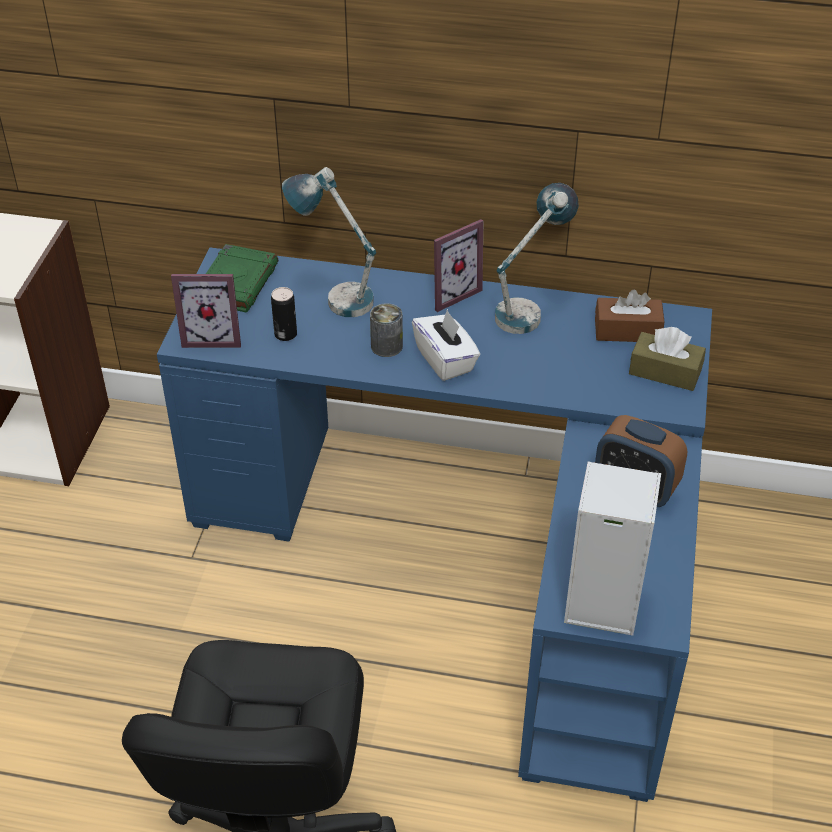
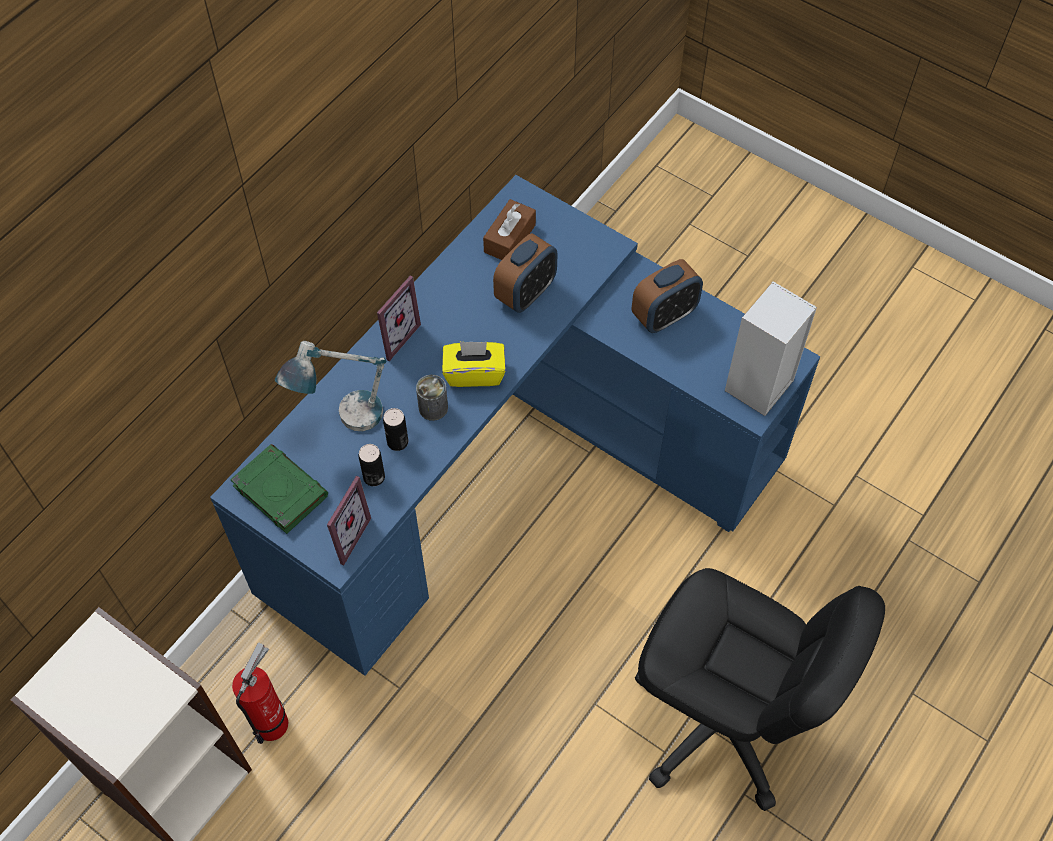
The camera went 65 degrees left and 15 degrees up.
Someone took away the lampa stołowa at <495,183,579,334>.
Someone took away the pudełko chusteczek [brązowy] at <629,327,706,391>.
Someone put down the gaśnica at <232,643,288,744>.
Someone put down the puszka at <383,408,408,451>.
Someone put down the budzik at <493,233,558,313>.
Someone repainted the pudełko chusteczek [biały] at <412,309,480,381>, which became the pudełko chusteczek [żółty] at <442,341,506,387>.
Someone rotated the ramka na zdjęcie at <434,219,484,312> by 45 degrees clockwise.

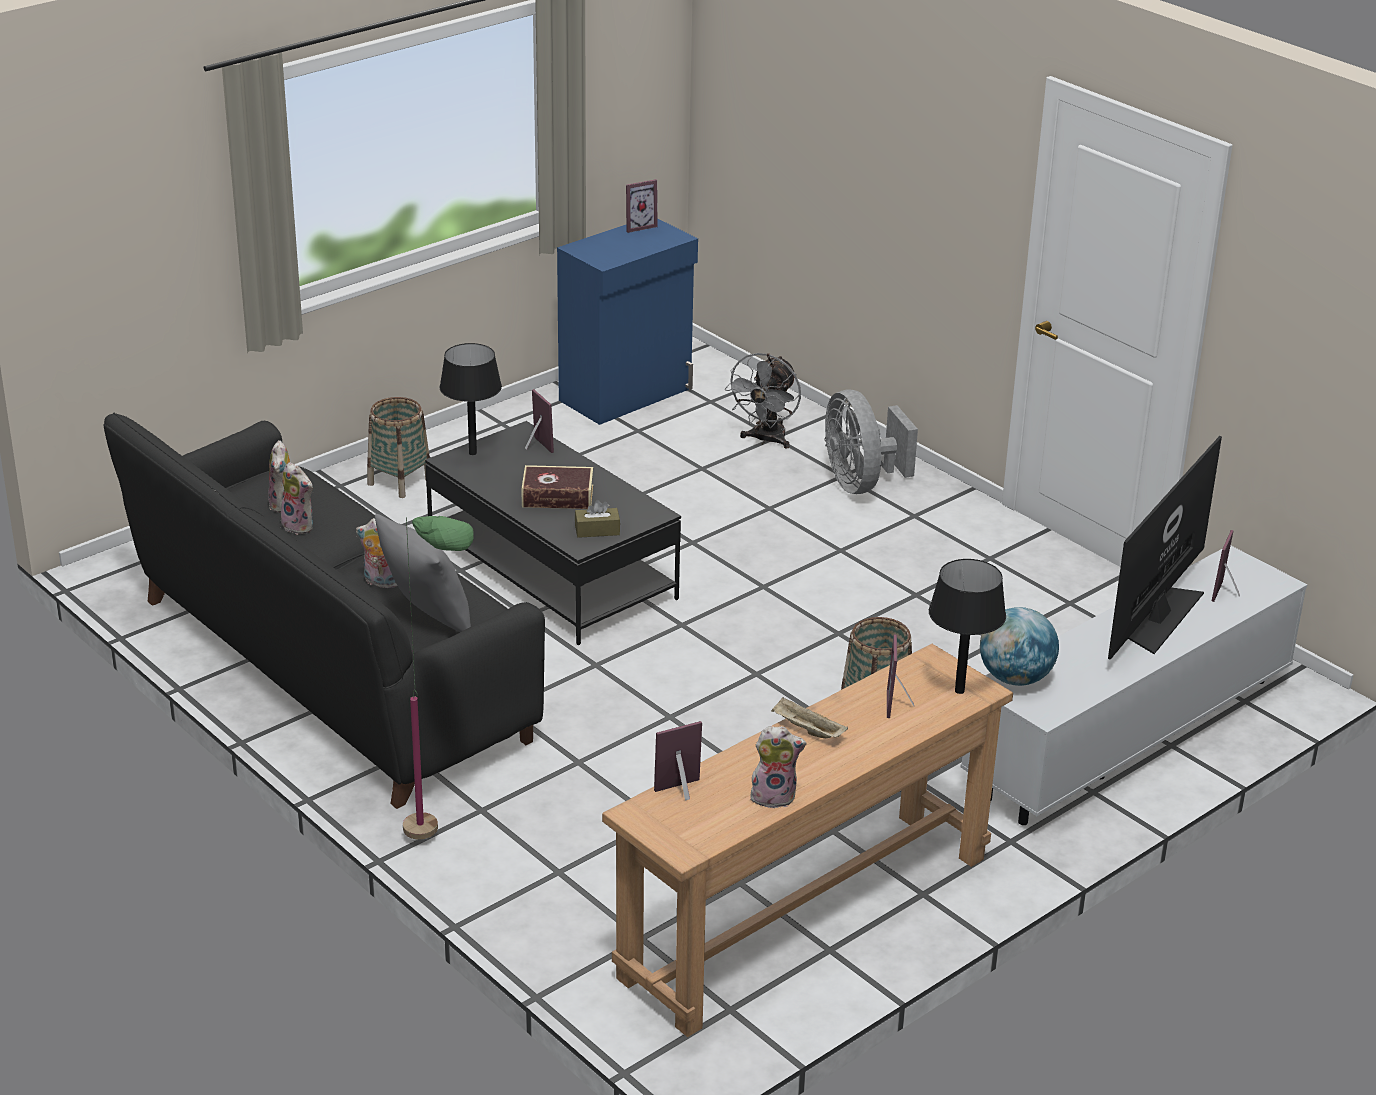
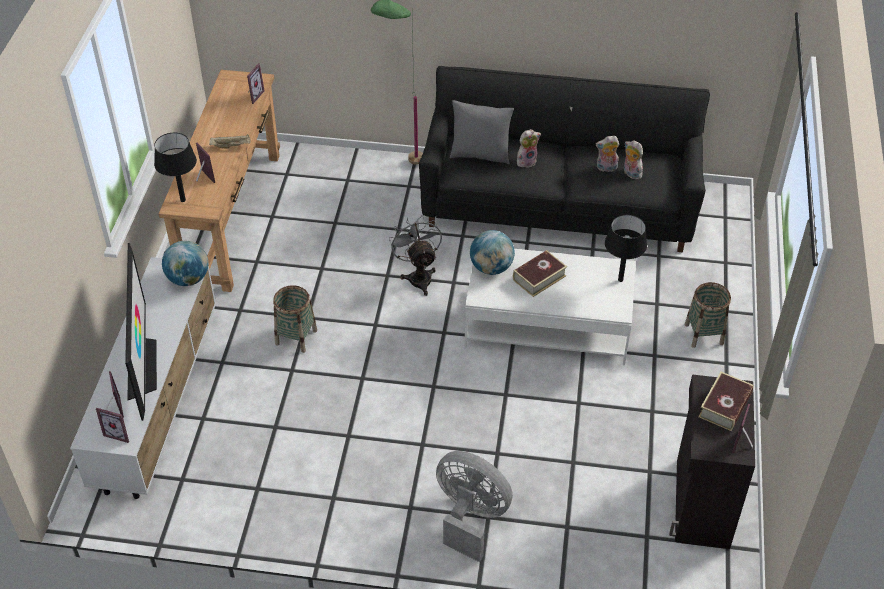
The camera went 140 degrees right and 15 degrees up.
Someone took away the pluszak at <749,726,806,808>.
Someone put down the książka at <698,372,754,431>.
Someone carried the ramka na zdjęcie from <525,389,554,453> to <96,408,129,443>.
Someone carried the wentylator [szary] from <725,353,801,449> to <389,215,442,296>.
Someone swapped the pudełko chusteczek [brązowy] at <575,500,620,538> for the globus at <470,230,515,275>.
Someone repainted the ława [czarny] at <425,421,681,645>, which became the ława [biały] at <465,249,636,365>.
Someone repainted the szafka [niebieski] at <557,218,698,425>, which became the szafka [czarny] at <669,375,755,549>.

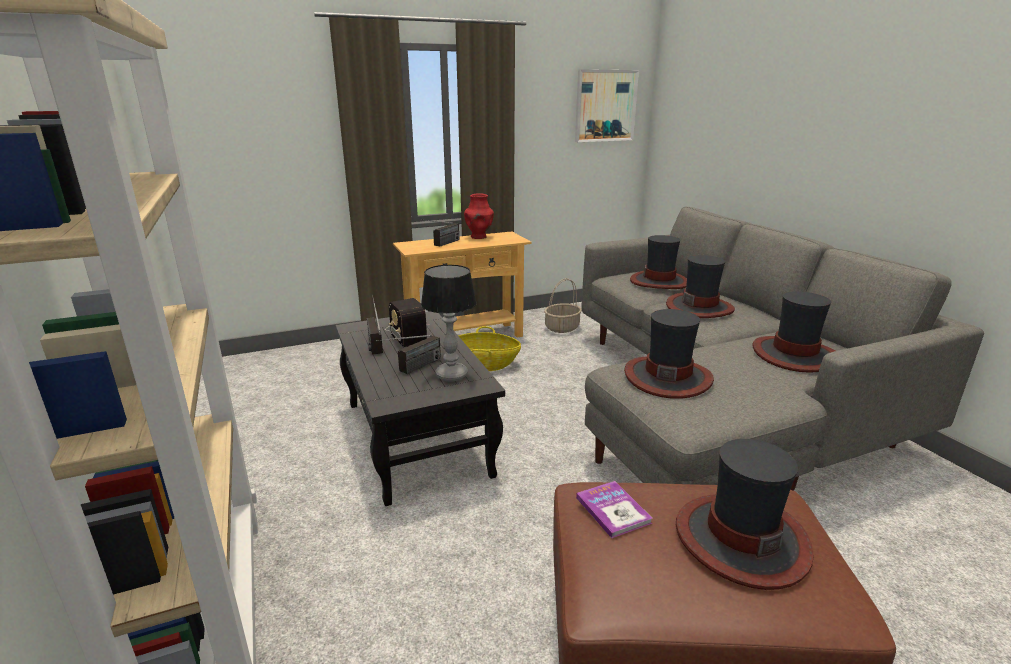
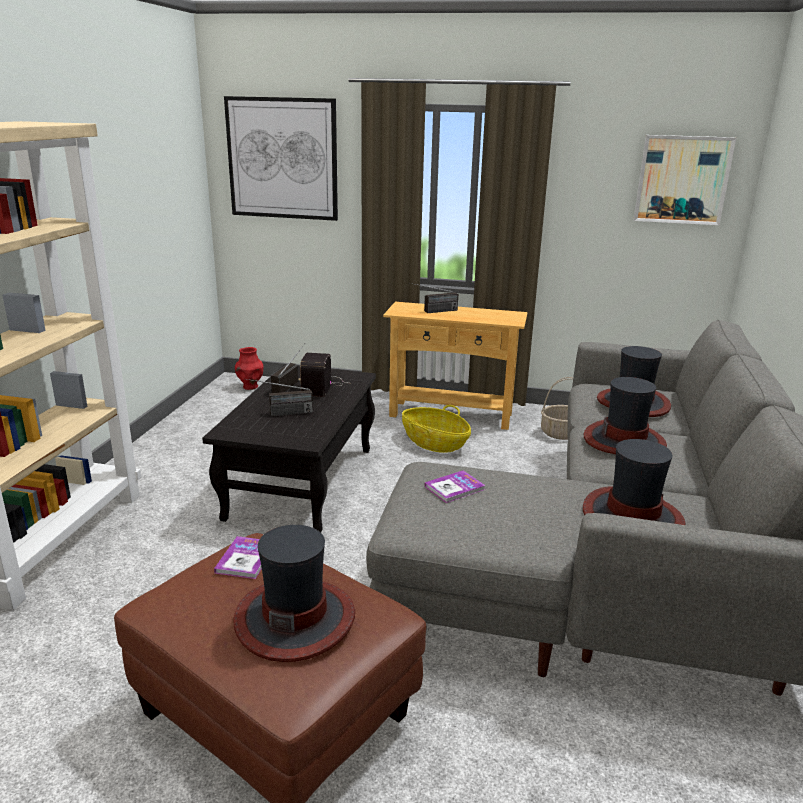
The camera went 35 degrees right and 0 degrees up.
Someone took away the lampa stołowa at <421,265,477,381>.
Someone put up the obraz at <224,96,338,221>.
Someone carried the wazon [czerwony] from <464,193,494,239> to <235,347,263,390>.
Someone swapped the kapelusz at <624,309,714,399> for the książka at <424,471,485,503>.

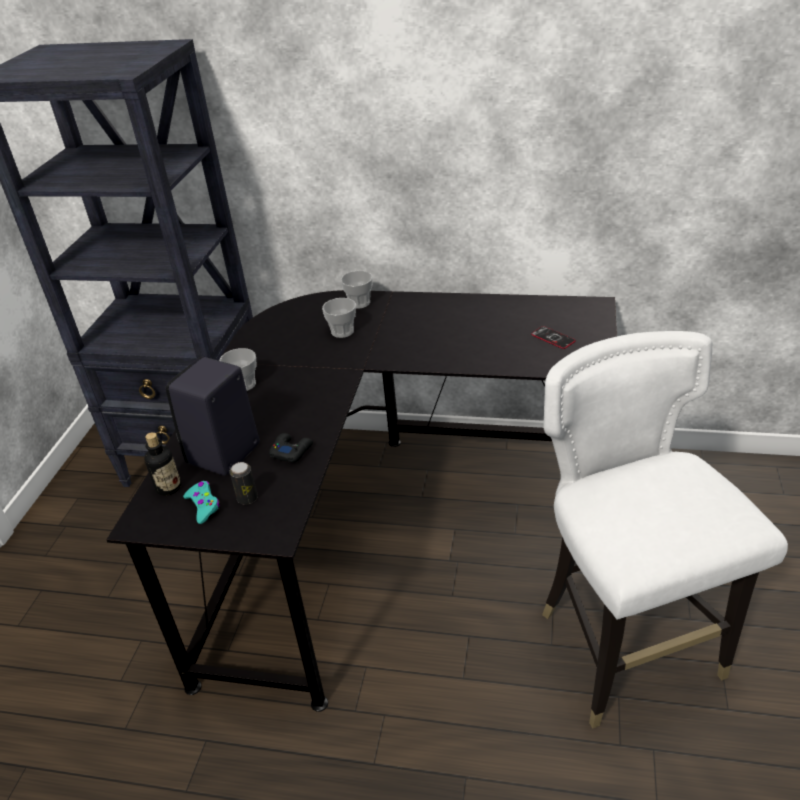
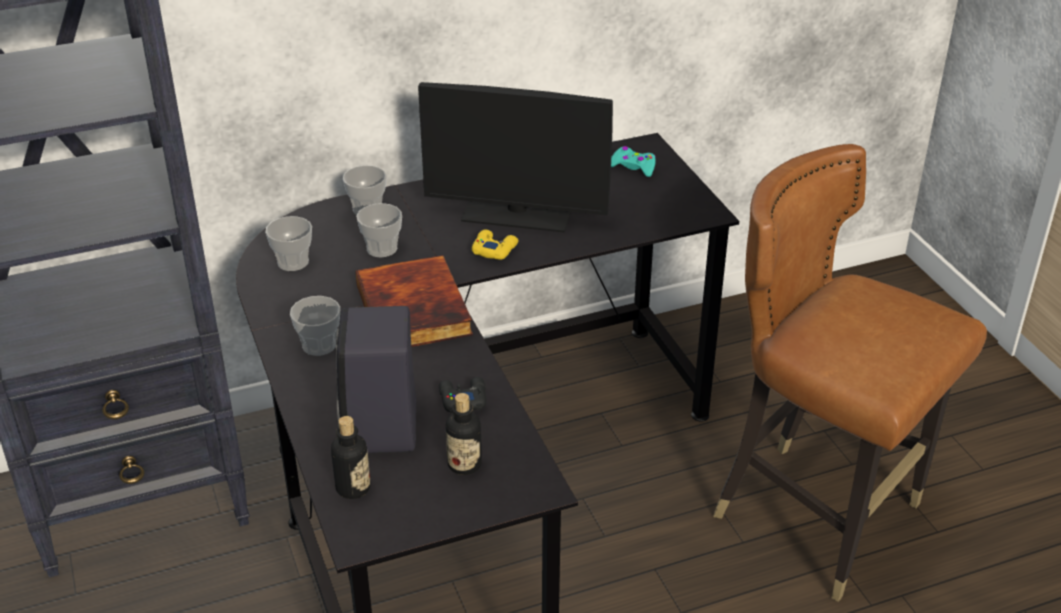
The camera went 35 degrees left and 0 degrees up.
Someone took away the telefon at <531,326,576,349>.
Someone put down the filiżanka at <265,216,312,271>.
Someone put down the książka at <355,255,473,347>.
Someone put down the monitor at <418,82,613,233>.
Someone put down the pad do gier [żółty] at <472,230,518,260>.
Someone carried the pad do gier [turkusowy] from <183,481,220,524> to <611,146,656,177>.
Someone swapped the puszka at <229,462,258,505> for the butelka at <446,393,482,475>.
Someone repainted the krzesło [biały] at <542,331,788,729>, which became the krzesło [brązowy] at <713,144,987,602>.

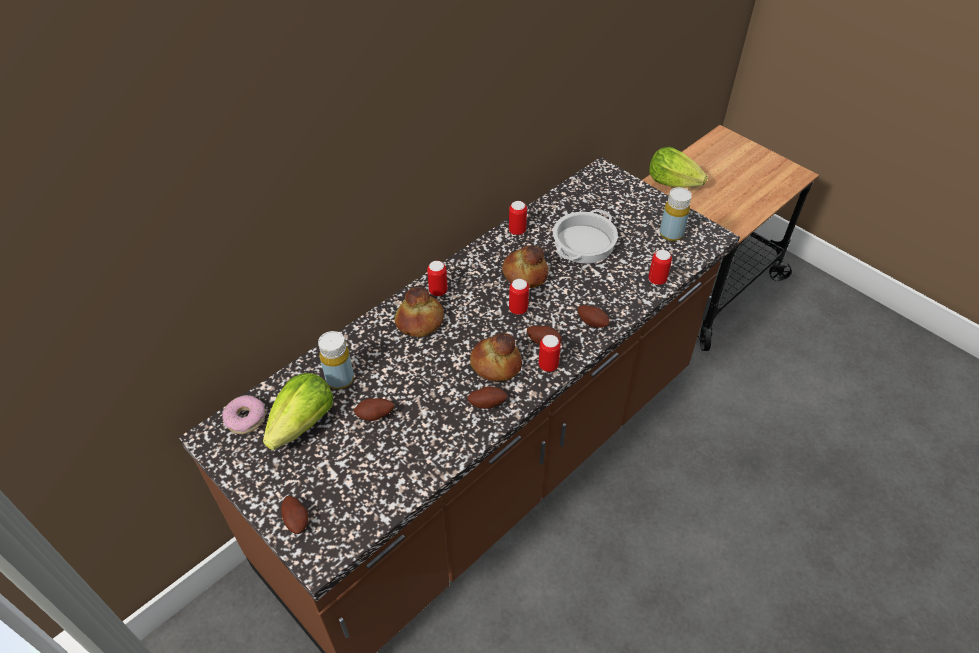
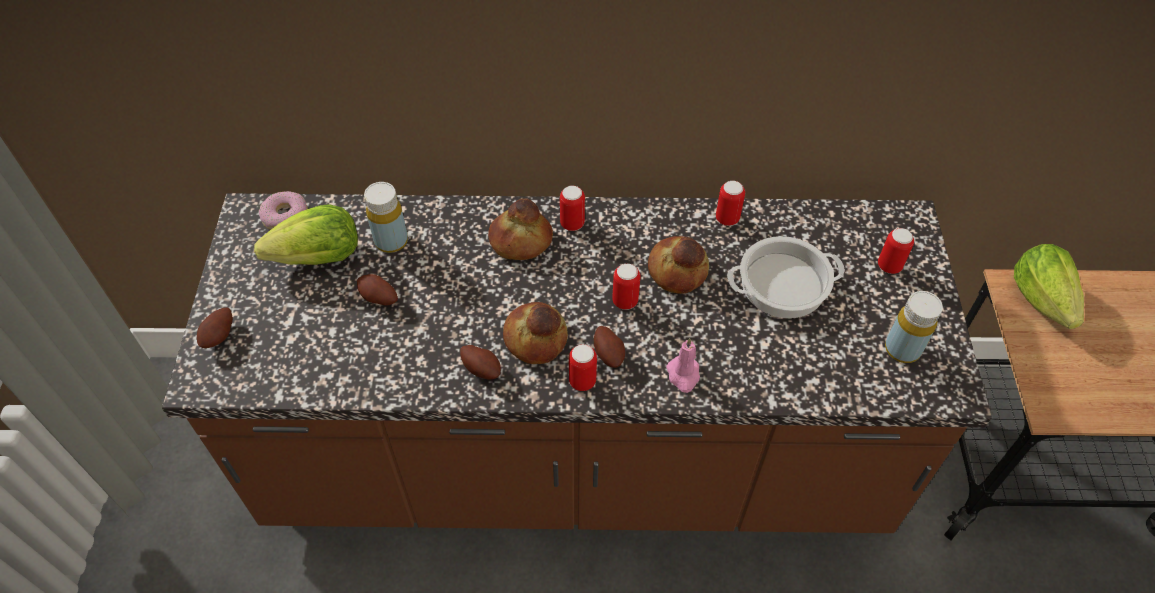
The camera went 45 degrees right and 5 degrees up.
Someone carried the puszka from <648,250,672,285> to <878,228,914,274>.
Someone swapped the ziemniak at <578,305,610,328> for the świeca [różowy] at <666,338,700,393>.

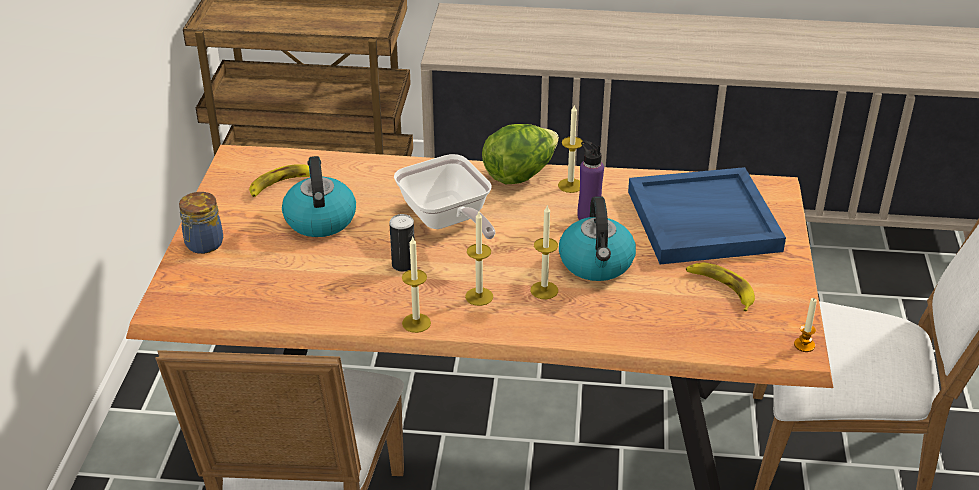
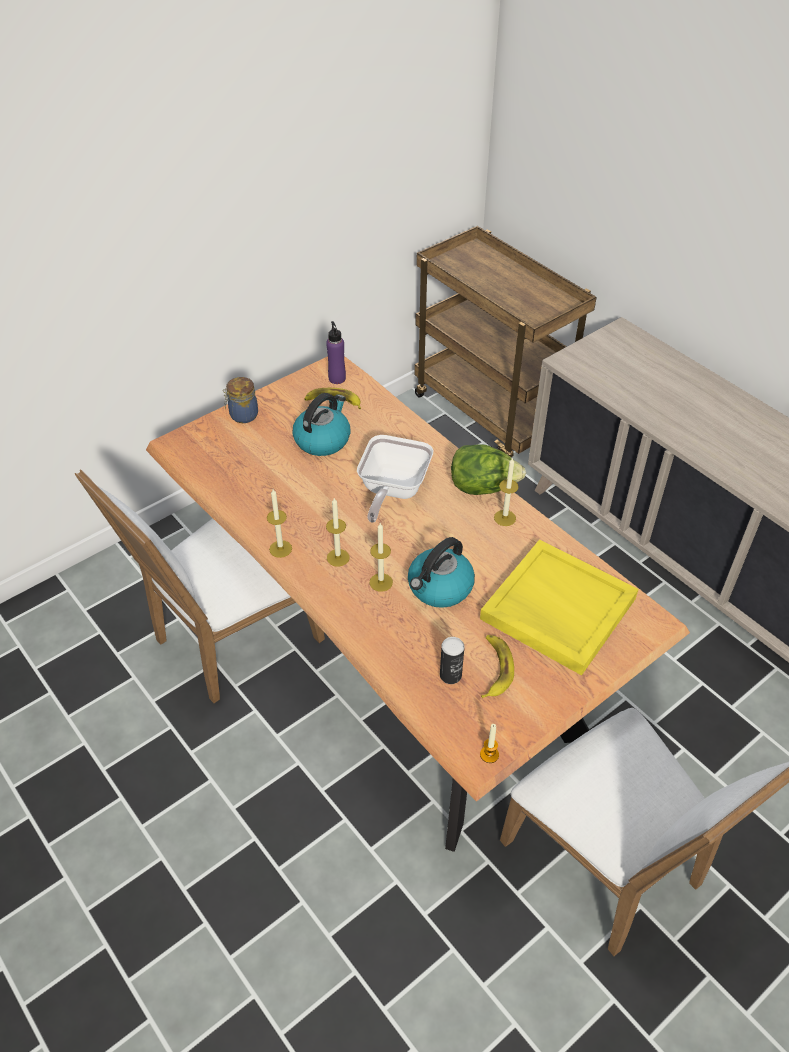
The camera went 45 degrees right and 10 degrees up.
Someone carried the puszka from <389,214,415,272> to <440,637,464,684>.
Someone carried the butelka [fioletowy] from <578,140,604,220> to <326,321,346,384>.
Someone repainted the taca [niebieski] at <628,167,786,264>, which became the taca [żółty] at <480,539,638,675>.

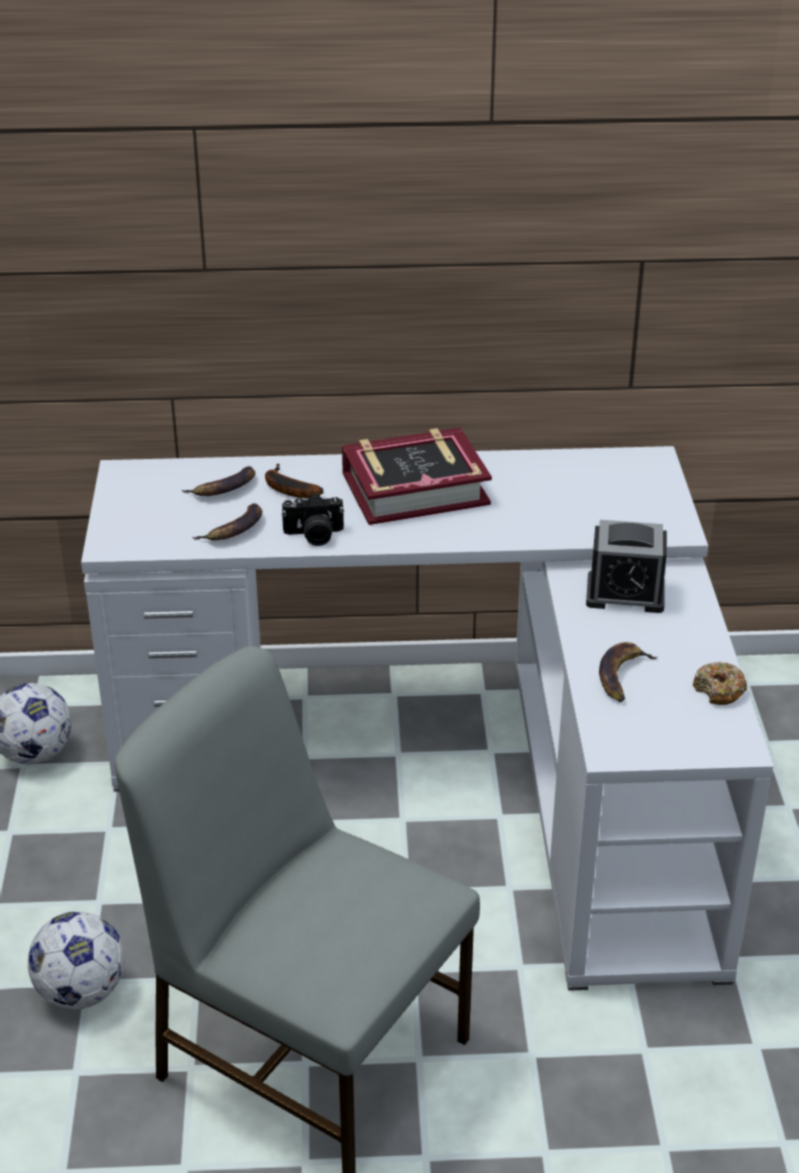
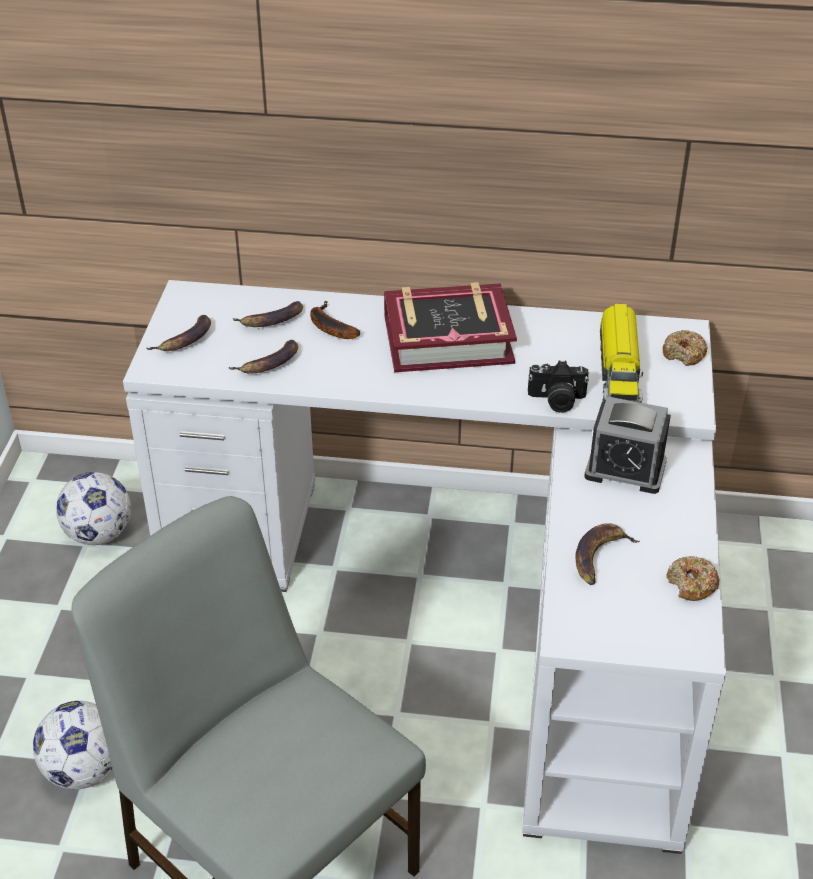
The camera went 10 degrees right and 5 degrees up.
Someone put down the banan at <146,315,211,351>.
Someone put down the ciężarówka zabawkowa at <600,304,643,403>.
Someone put down the donut at <663,330,708,366>.
Someone carried the aparat fotograficzny from <282,493,344,546> to <528,360,589,413>.

